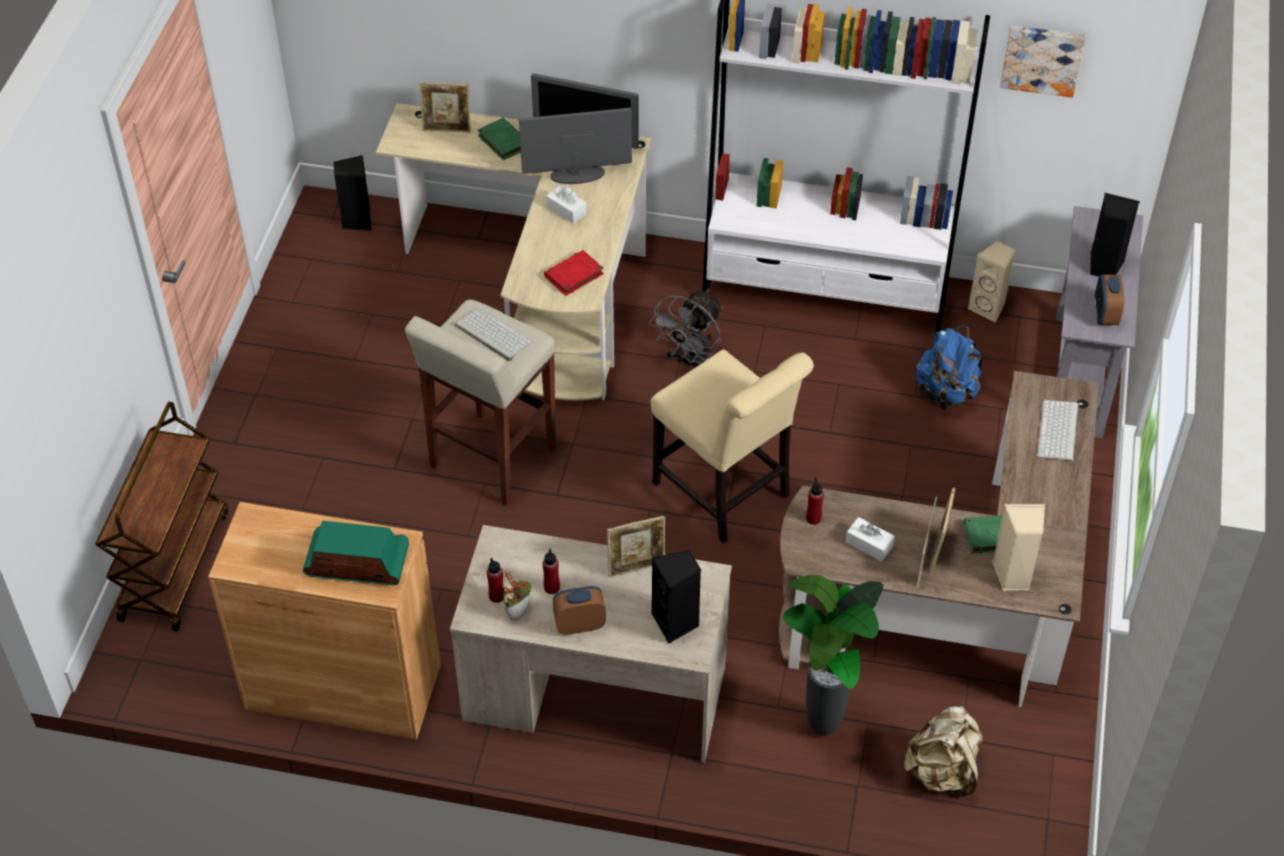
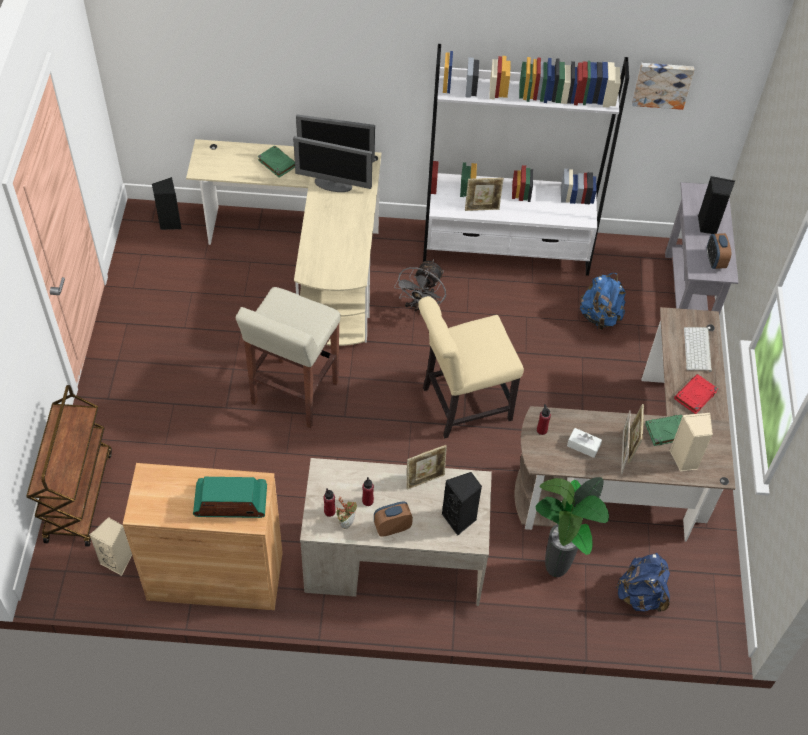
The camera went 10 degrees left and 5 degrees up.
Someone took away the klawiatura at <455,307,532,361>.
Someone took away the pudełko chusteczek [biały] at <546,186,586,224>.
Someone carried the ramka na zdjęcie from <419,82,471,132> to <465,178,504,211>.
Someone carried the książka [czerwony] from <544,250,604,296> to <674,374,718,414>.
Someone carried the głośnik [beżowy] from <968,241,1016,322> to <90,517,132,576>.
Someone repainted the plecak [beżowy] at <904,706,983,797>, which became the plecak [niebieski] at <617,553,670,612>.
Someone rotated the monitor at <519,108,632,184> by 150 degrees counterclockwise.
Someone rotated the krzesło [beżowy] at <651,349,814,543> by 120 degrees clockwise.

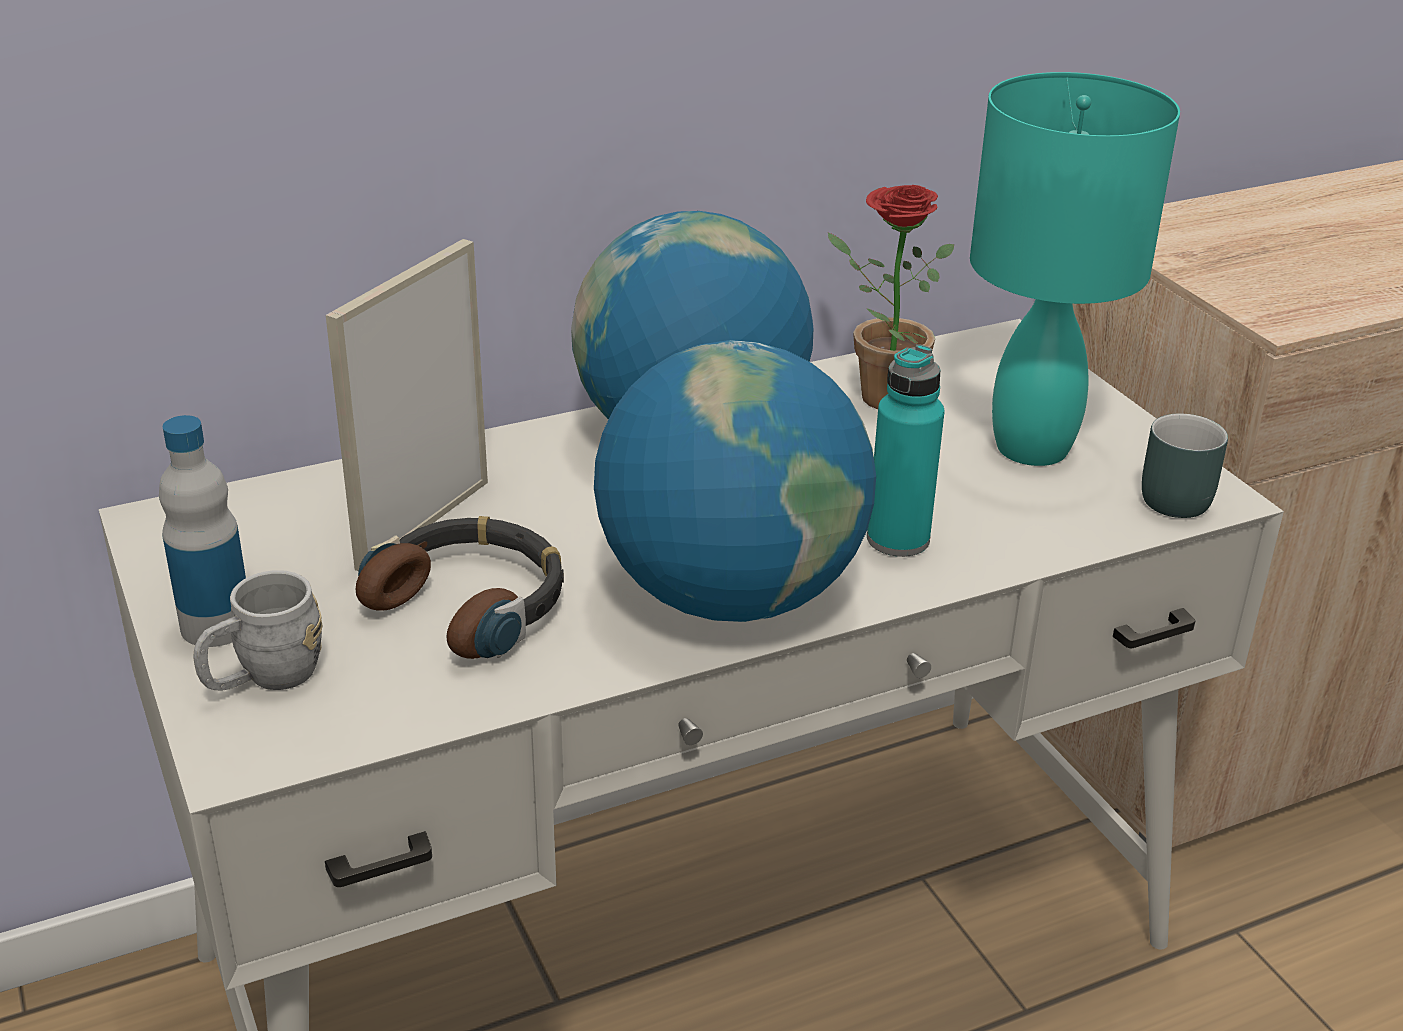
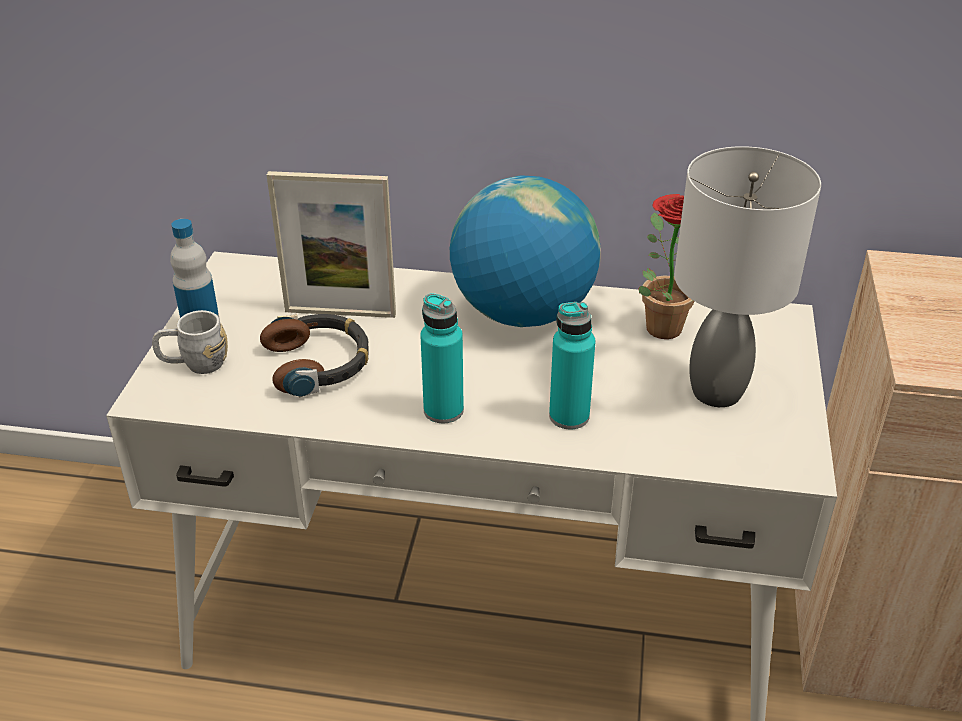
The camera went 35 degrees right and 5 degrees up.
Someone took away the kubek [turkusowy] at <1142,413,1228,518>.
Someone swapped the globus at <594,340,876,622> for the butelka [turkusowy] at <420,293,464,423>.
Someone repainted the lampa stołowa [turkusowy] at <970,72,1180,466>, which became the lampa stołowa [szary] at <674,146,821,407>.
Someone rotated the ramka na zdjęcie at <326,239,488,571> by 150 degrees counterclockwise.

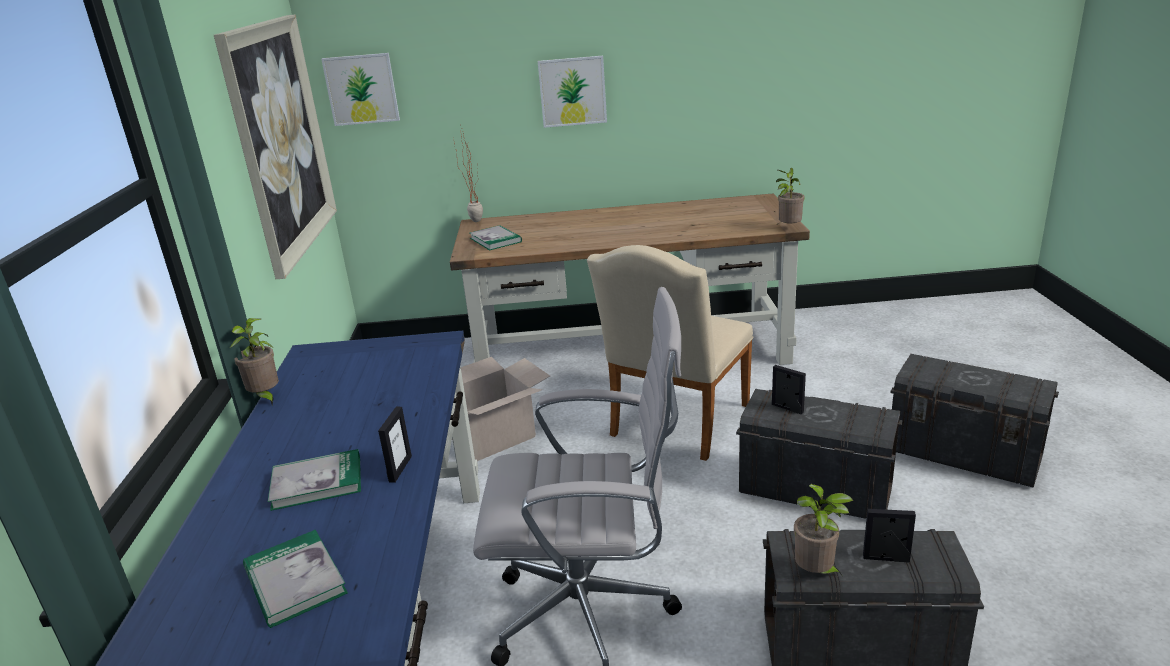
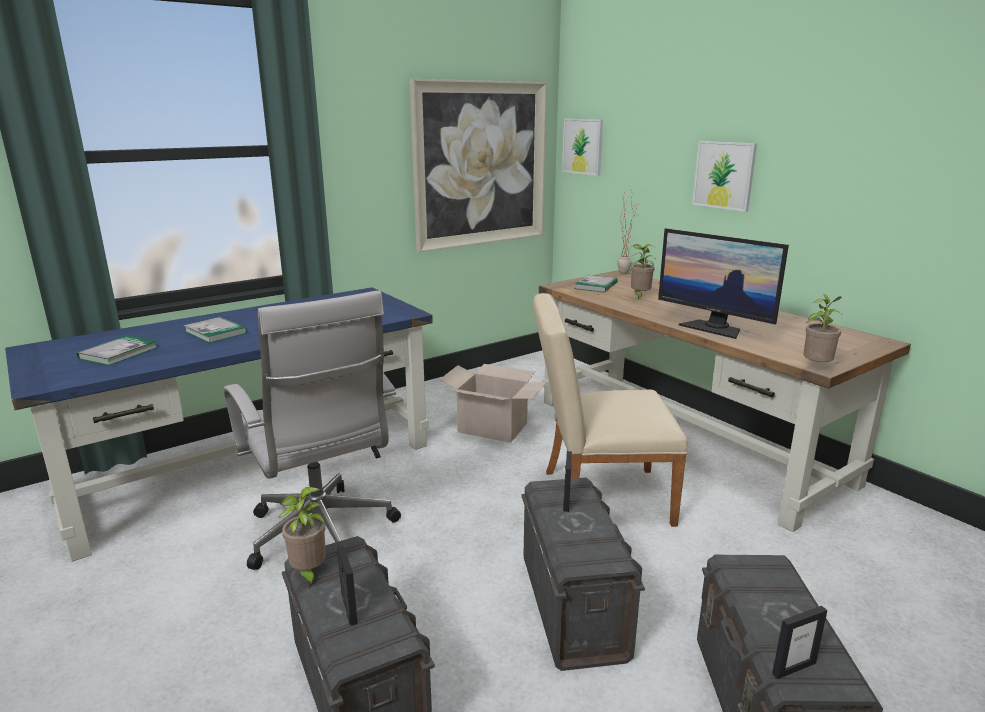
The camera went 55 degrees right and 5 degrees down.
Someone put down the monitor at <658,228,789,339>.
Someone carried the roślina doniczkowa from <230,318,279,405> to <631,244,656,299>.
Someone carried the ramka na zdjęcie from <378,407,412,483> to <772,606,827,679>.

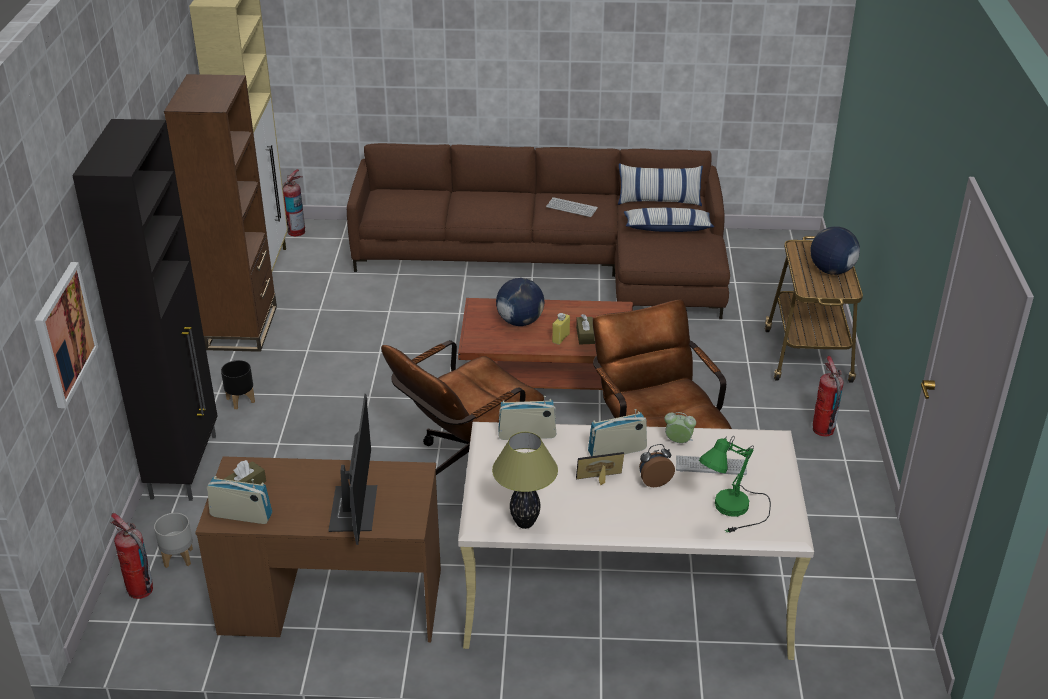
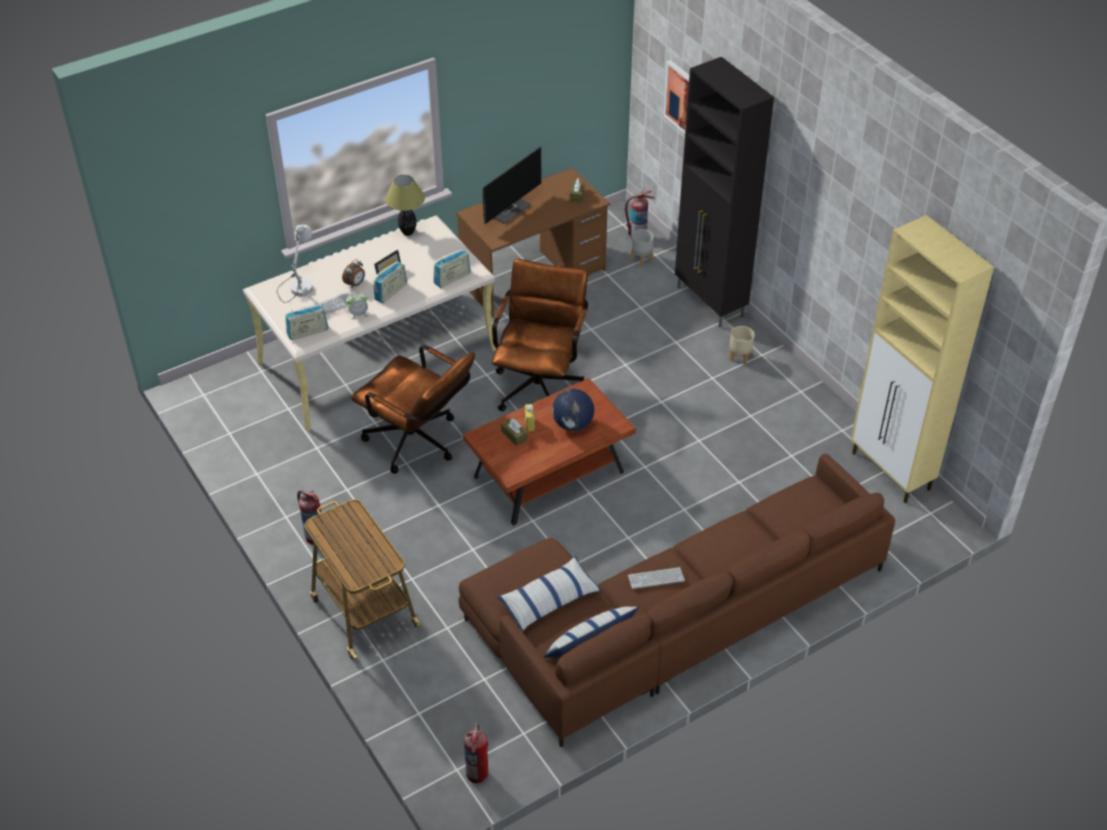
The camera went 145 degrees right and 10 degrees up.
Someone took away the regał [brązowy] at <164,74,277,352>.
Someone took away the globus at <810,226,860,275>.
Someone carried the radio from <207,476,272,524> to <285,305,329,340>.
Someone carried the gaśnica from <282,169,305,236> to <464,722,488,783>.
Someone repainted the donica [czarny] at <221,360,255,409>, which became the donica [beżowy] at <729,326,755,365>.
Someone repainted the lampa stołowa [zielony] at <699,436,771,533>, which became the lampa stołowa [biały] at <277,225,313,303>.
Someone rotated the monitor at <328,394,377,545> by 105 degrees counterclockwise.

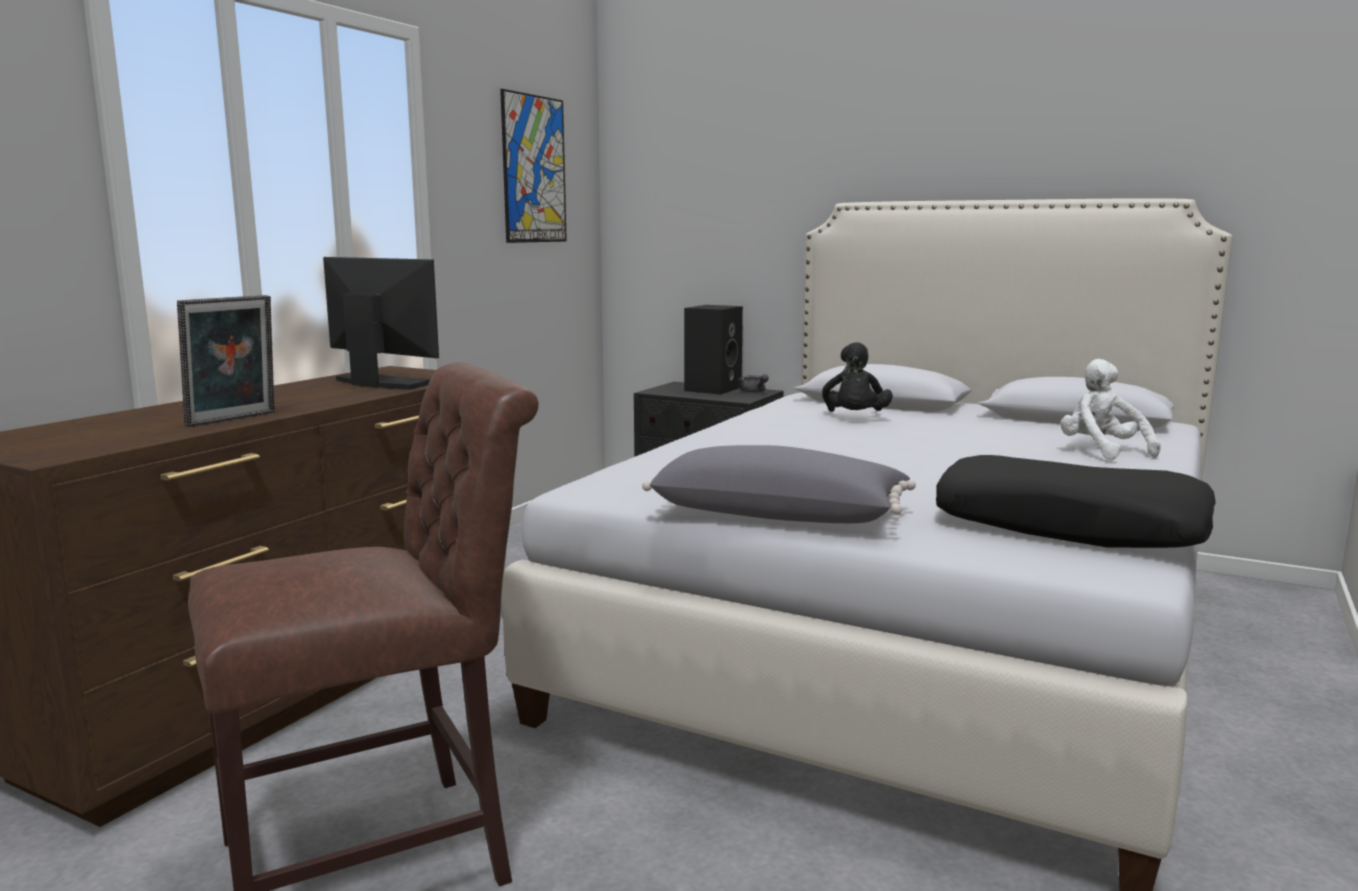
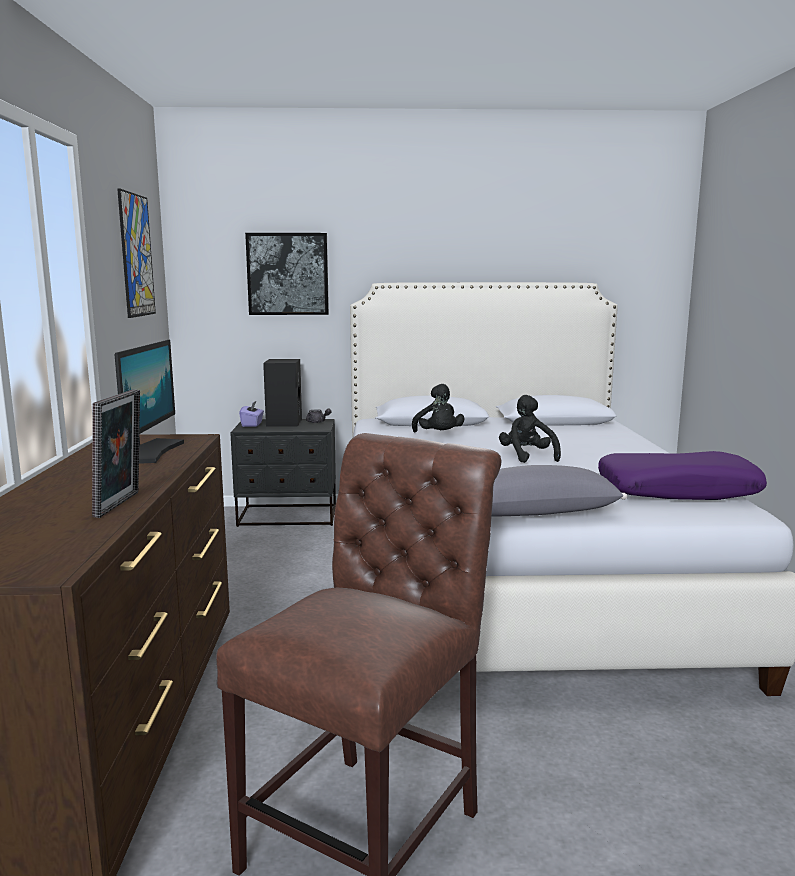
The camera went 30 degrees left and 0 degrees up.
Someone took away the pluszak [biały] at <1060,359,1161,460>.
Someone put down the pudełko chusteczek [fioletowy] at <239,401,264,427>.
Someone put up the obraz at <245,233,329,315>.
Someone put down the pluszak [czarny] at <499,395,561,463>.
Someone repainted the poduszka [czarny] at <936,455,1216,548>, which became the poduszka [fioletowy] at <598,451,767,500>.
Someone rotated the monitor at <323,257,439,390> by 90 degrees clockwise.

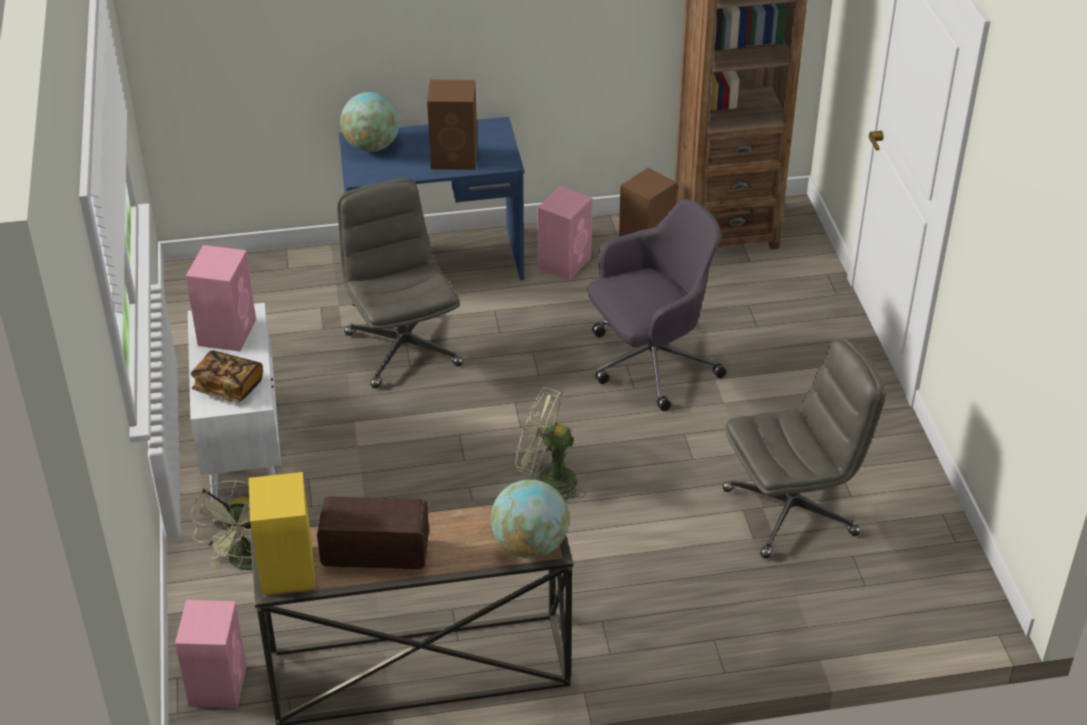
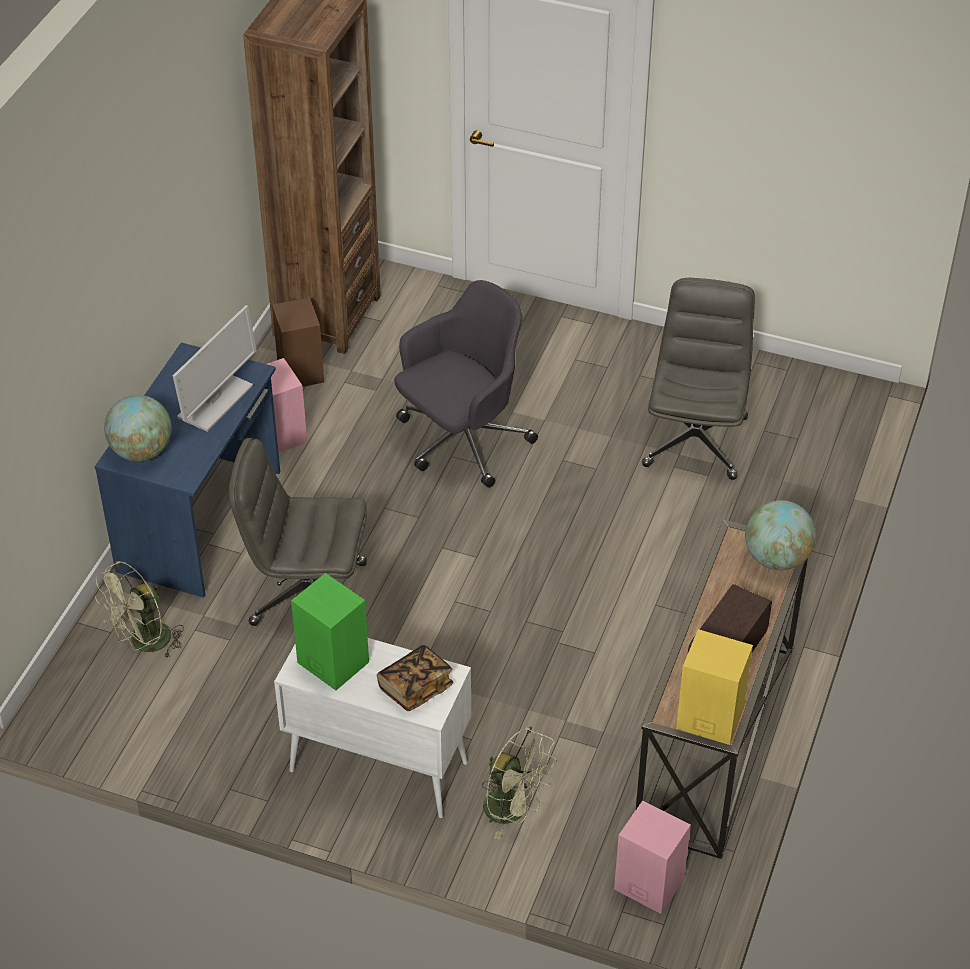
The camera went 60 degrees left and 5 degrees up.
Someone carried the wentylator [zielony] from <515,387,586,502> to <95,561,184,659>.
Someone swapped the głośnik [brązowy] at <427,80,477,170> for the monitor at <173,305,257,432>.
Someone repainted the głośnik [różowy] at <186,245,256,351>, which became the głośnik [zielony] at <291,573,369,690>.
Someone rotated the krzesło biurowe [szary] at <587,199,727,411> by 45 degrees clockwise.

